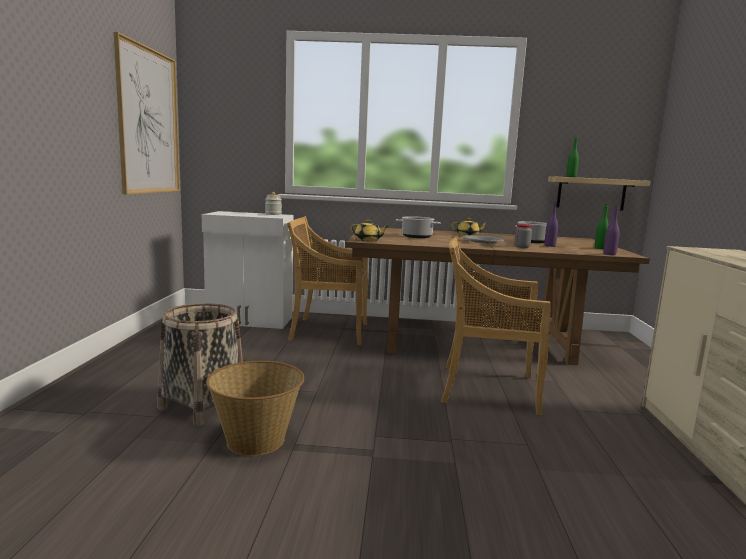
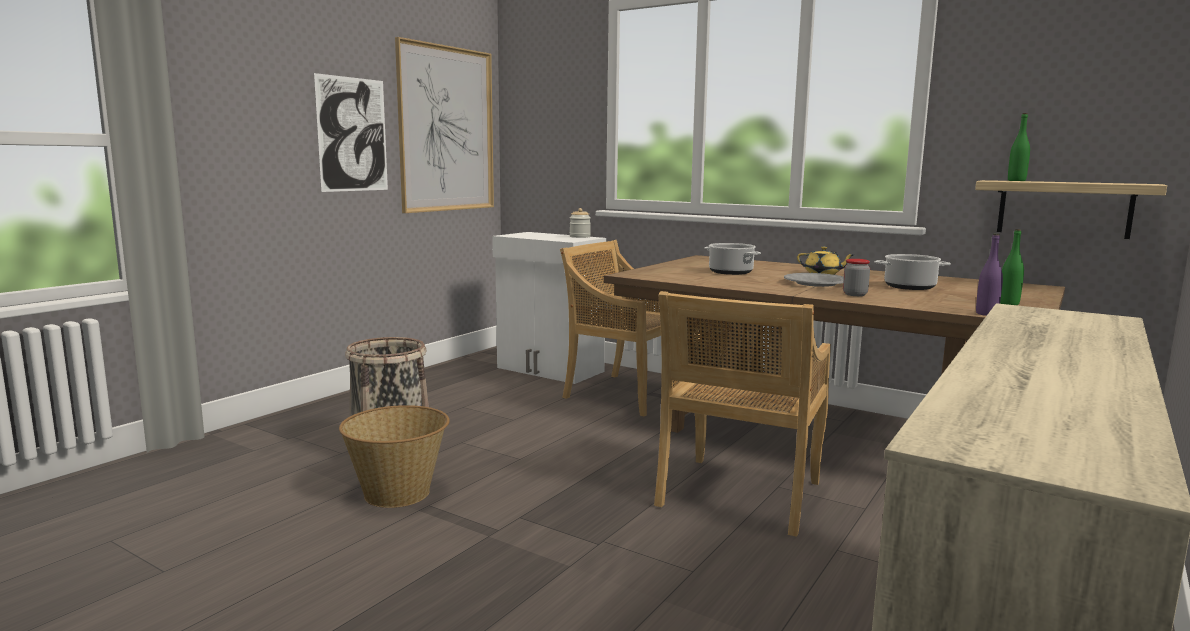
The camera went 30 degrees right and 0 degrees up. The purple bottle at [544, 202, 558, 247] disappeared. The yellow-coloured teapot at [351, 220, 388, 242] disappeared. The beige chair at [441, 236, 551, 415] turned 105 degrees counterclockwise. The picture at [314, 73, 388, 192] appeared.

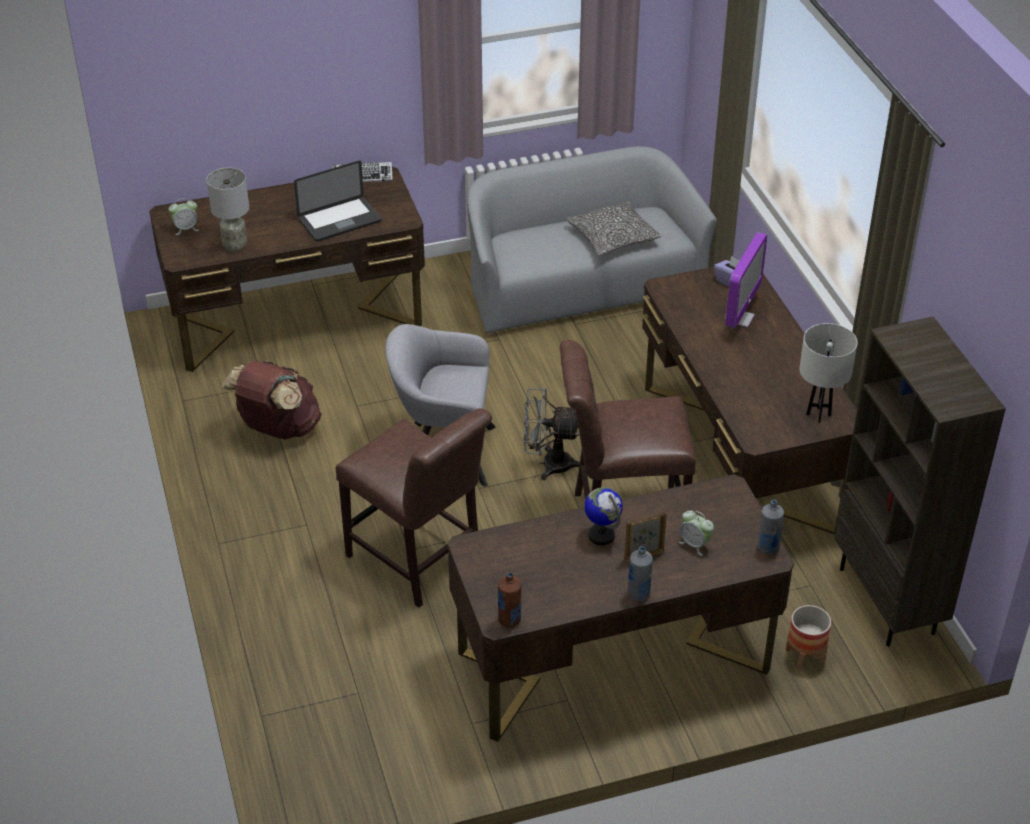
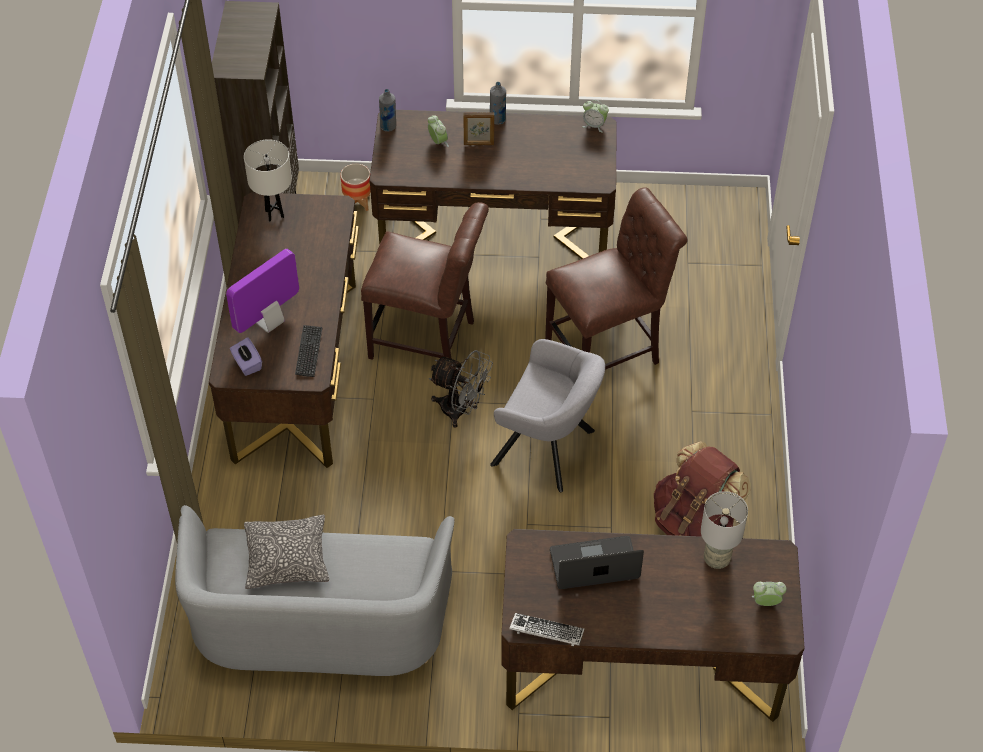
The camera went 160 degrees left and 10 degrees up. The brown-coloured chair at [336, 408, 492, 608] turned 90 degrees clockwise. The world globe at [585, 487, 623, 545] disappeared. The brown-coloured bottle at [498, 572, 521, 628] was replaced by the table clock at [582, 100, 609, 133]. The keyboard at [295, 325, 322, 377] appeared.

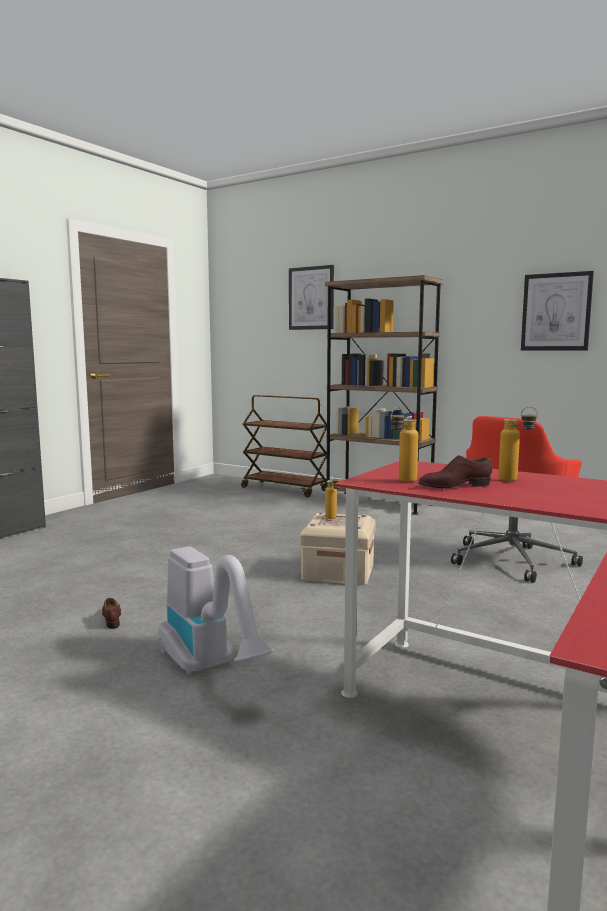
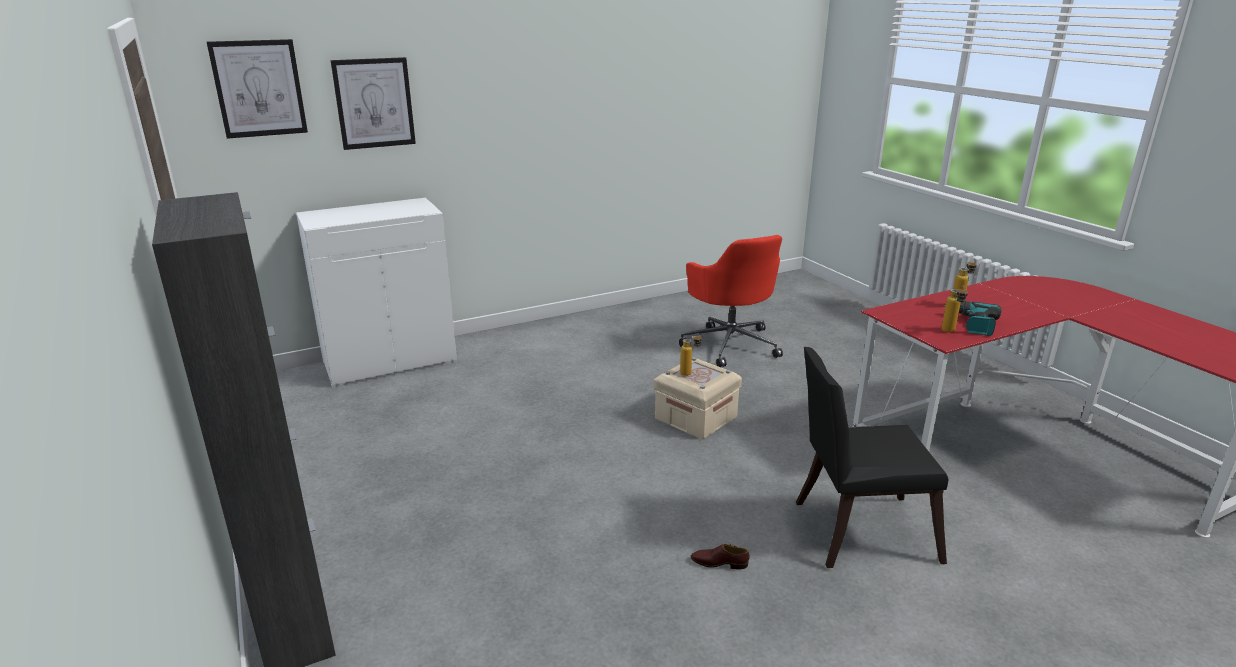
The camera went 60 degrees left and 15 degrees up. The picture moved from [521, 271, 594, 351] to [207, 39, 308, 139]. The brown-coloured shelving unit at [325, 275, 443, 515] disappeared. The brown-coloured trolley at [241, 395, 327, 497] was replaced by the white cabinet at [296, 198, 457, 387]. The brown-coloured low shoe at [418, 455, 493, 488] was replaced by the electric drill at [944, 301, 1001, 336]. The hoover at [159, 547, 274, 674] was replaced by the black chair at [796, 347, 949, 568].

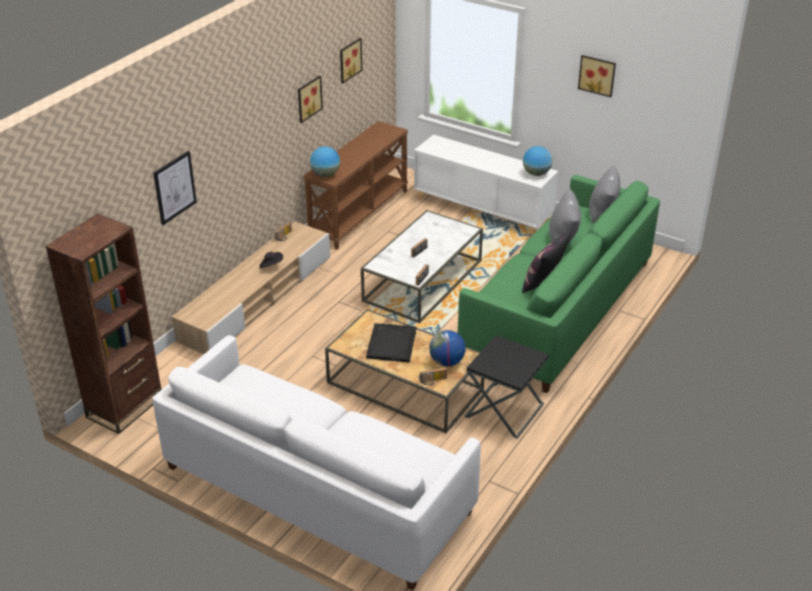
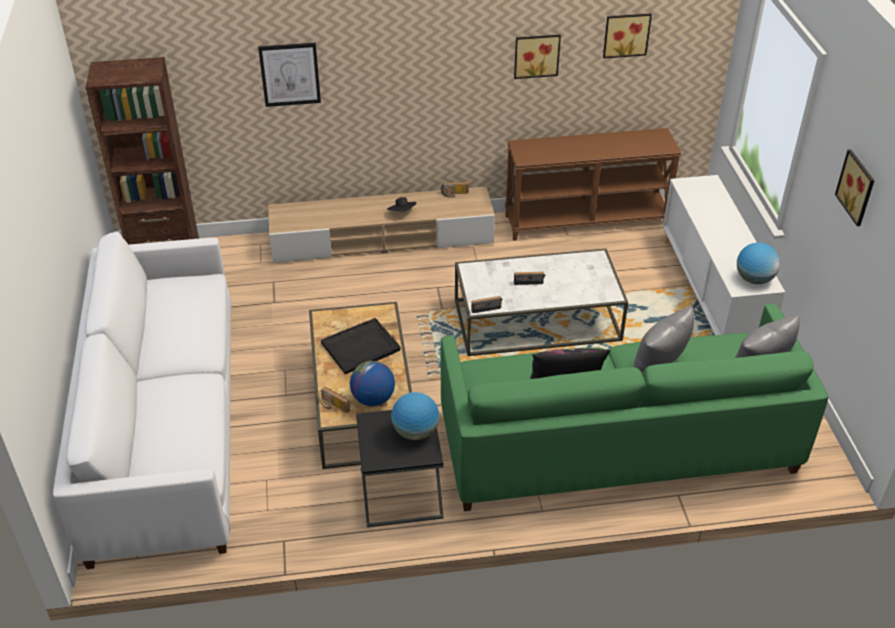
The camera went 50 degrees right and 5 degrees up. The world globe moved from [310, 146, 340, 177] to [391, 392, 439, 440].

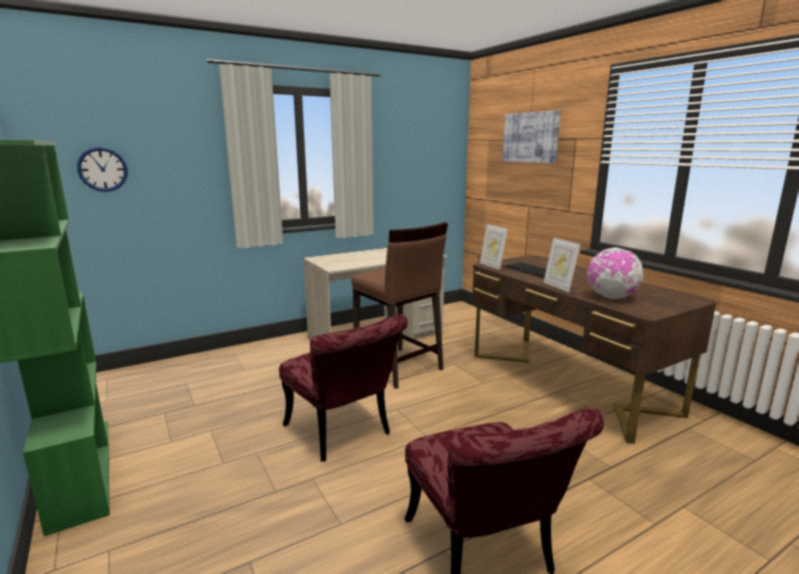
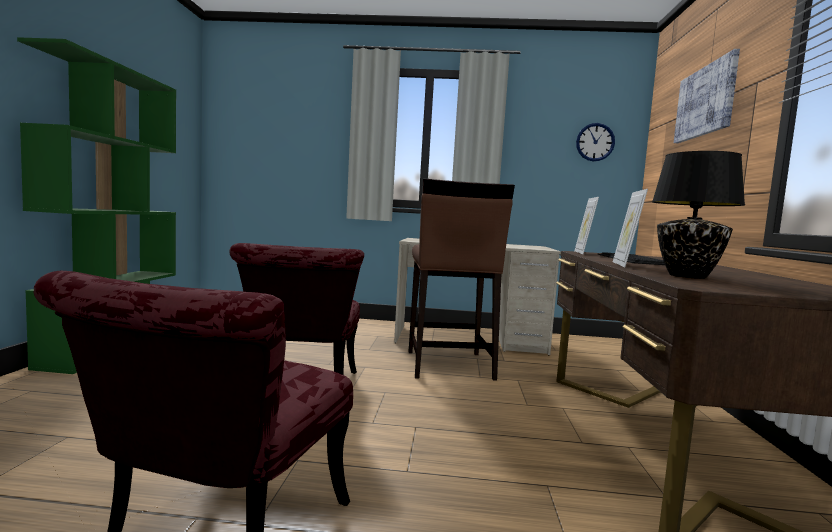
The camera went 35 degrees right and 10 degrees down. The wall clock moved from [77, 147, 128, 192] to [576, 123, 615, 162]. The world globe at [587, 247, 643, 299] was replaced by the black table lamp at [652, 151, 745, 279].

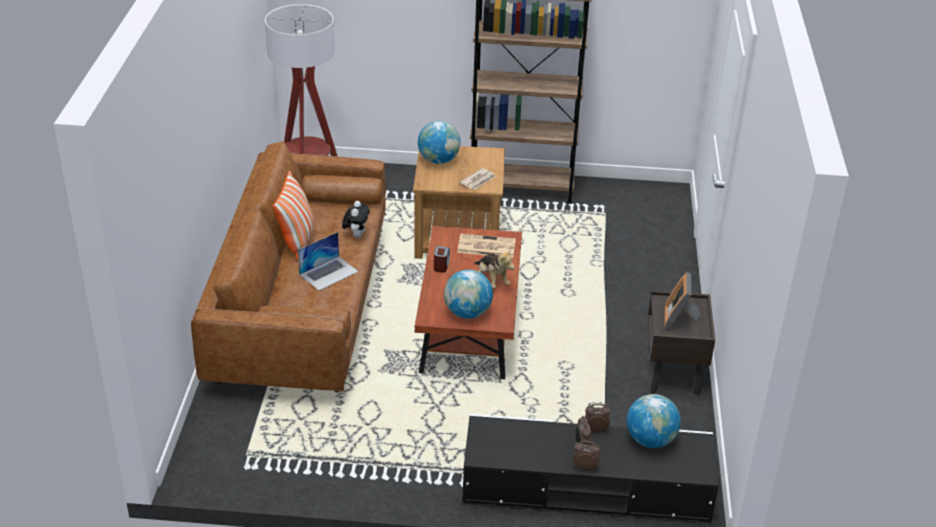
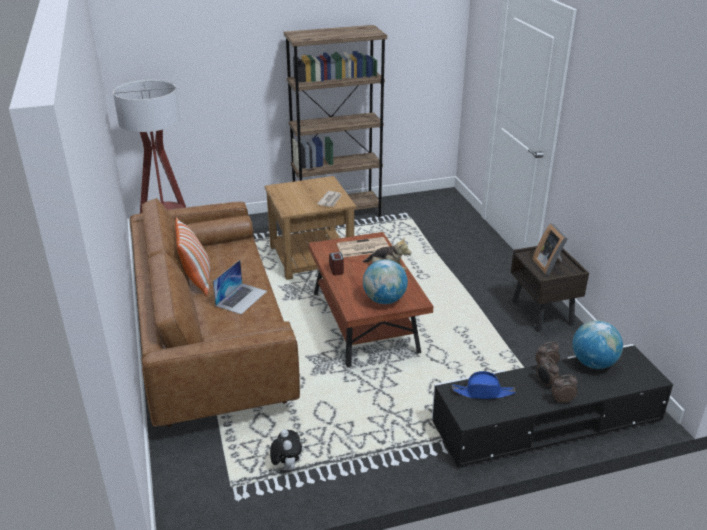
The camera went 20 degrees left and 5 degrees down. The world globe at [418, 121, 461, 164] disappeared. The cuddly toy moved from [342, 201, 370, 238] to [270, 429, 302, 470]. The blue-coloured clothing hat at [452, 371, 516, 399] appeared.

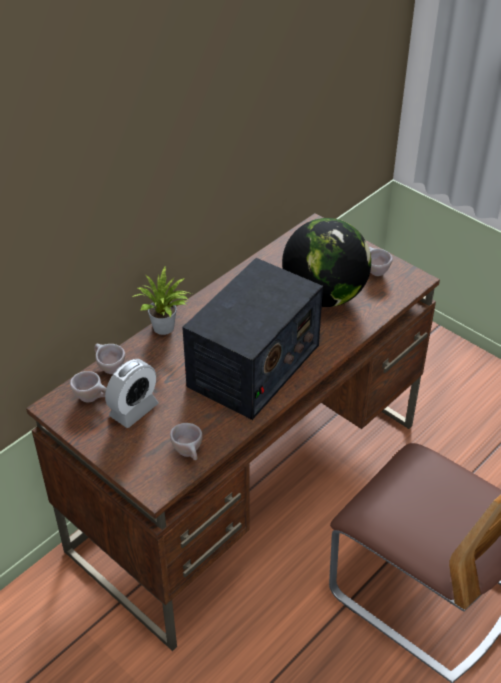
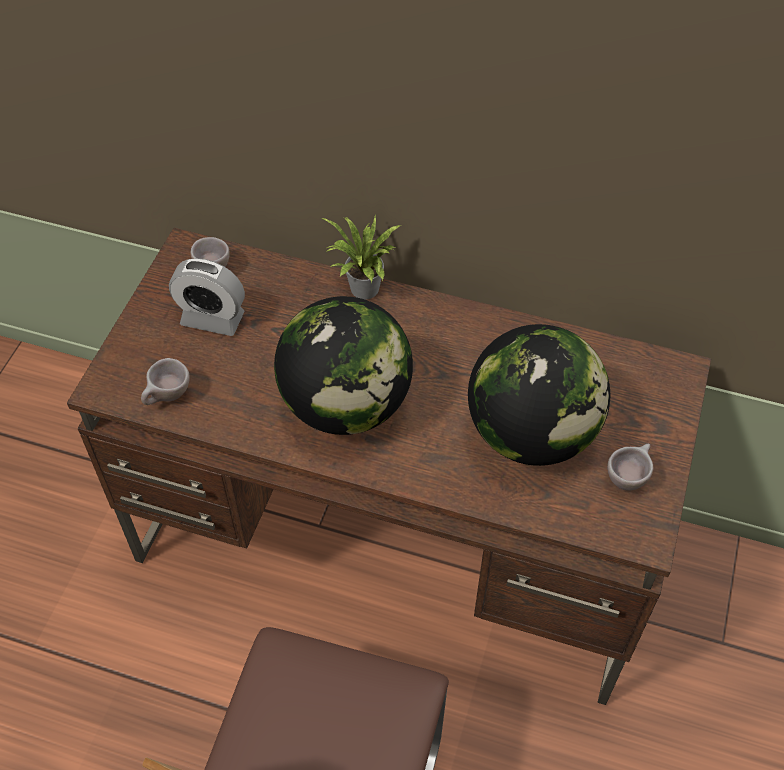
The camera went 65 degrees right and 10 degrees up. The radio set at [182, 258, 323, 420] was replaced by the world globe at [274, 296, 413, 435]. The beige cup at [94, 343, 125, 374] disappeared.

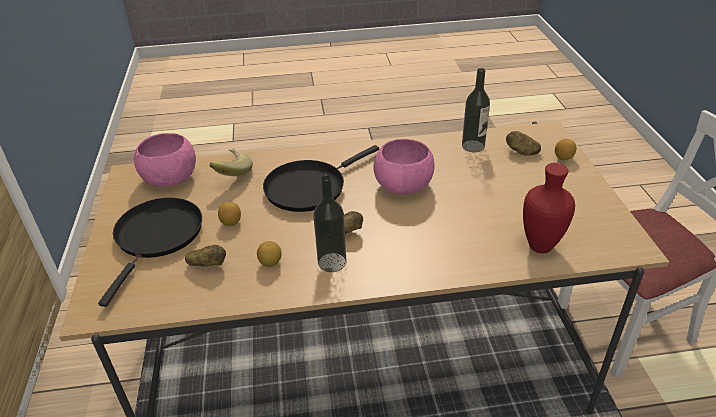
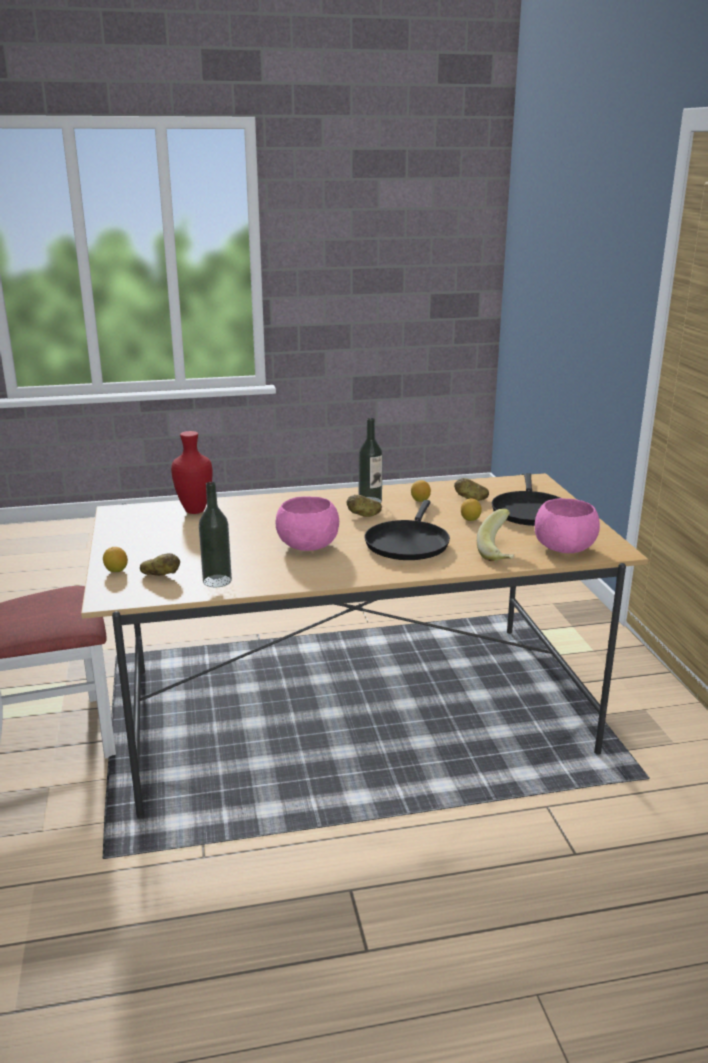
The camera went 175 degrees right and 15 degrees down. The black pan at [263, 145, 379, 212] turned 150 degrees clockwise.

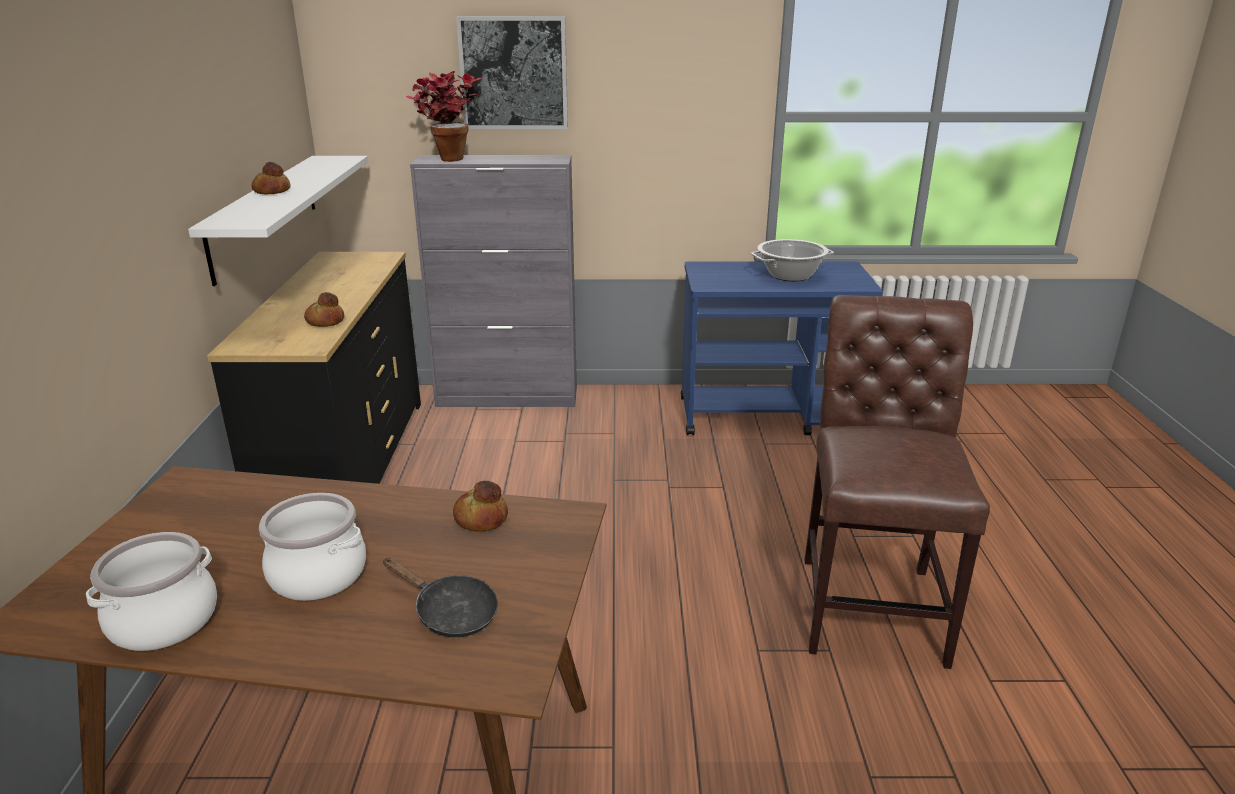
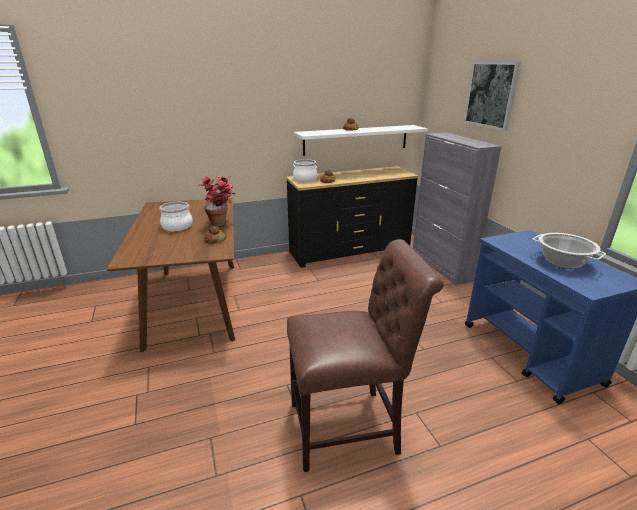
The camera went 70 degrees right and 0 degrees up. The plant in a pot moved from [406, 71, 482, 162] to [198, 175, 235, 227]. The saucepot moved from [86, 532, 217, 651] to [293, 159, 317, 182]. The black pan at [382, 557, 498, 637] disappeared.

